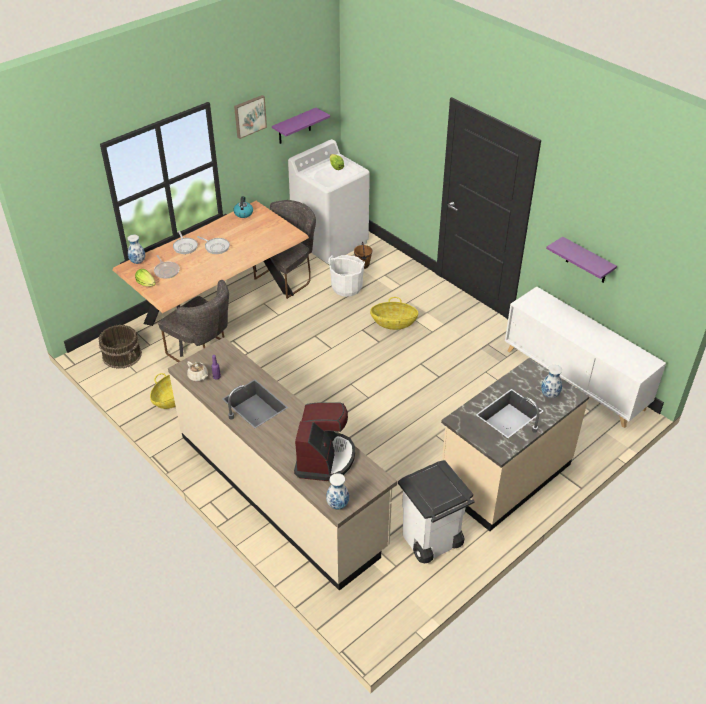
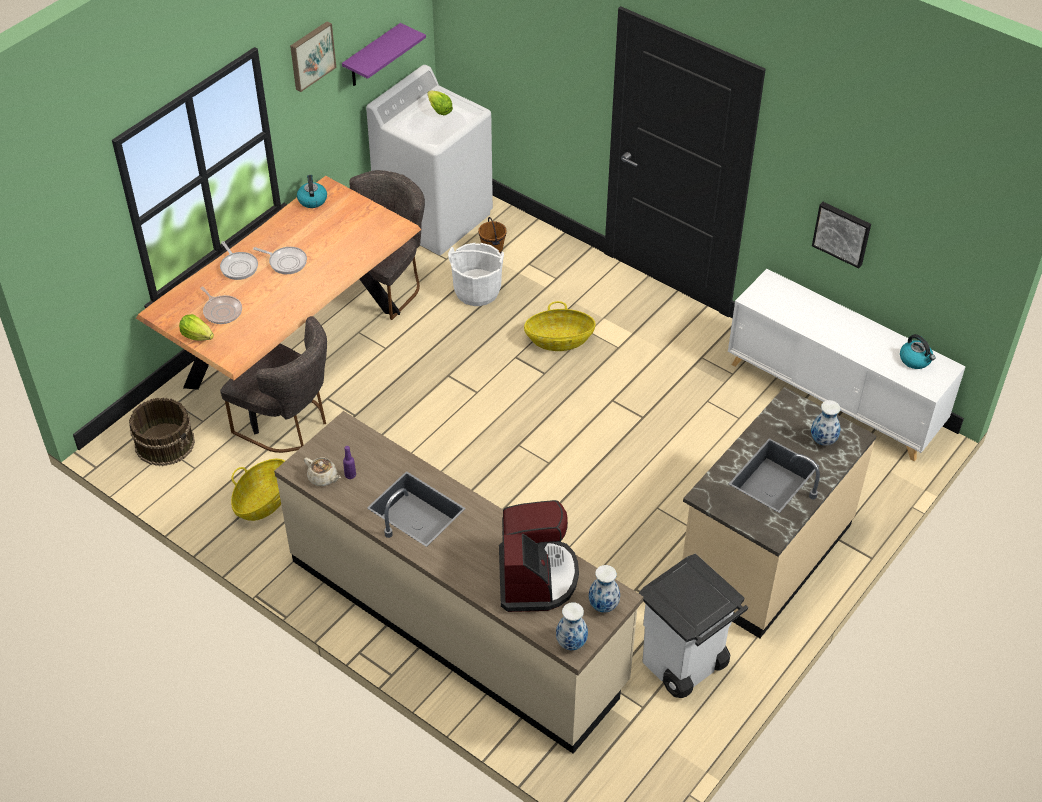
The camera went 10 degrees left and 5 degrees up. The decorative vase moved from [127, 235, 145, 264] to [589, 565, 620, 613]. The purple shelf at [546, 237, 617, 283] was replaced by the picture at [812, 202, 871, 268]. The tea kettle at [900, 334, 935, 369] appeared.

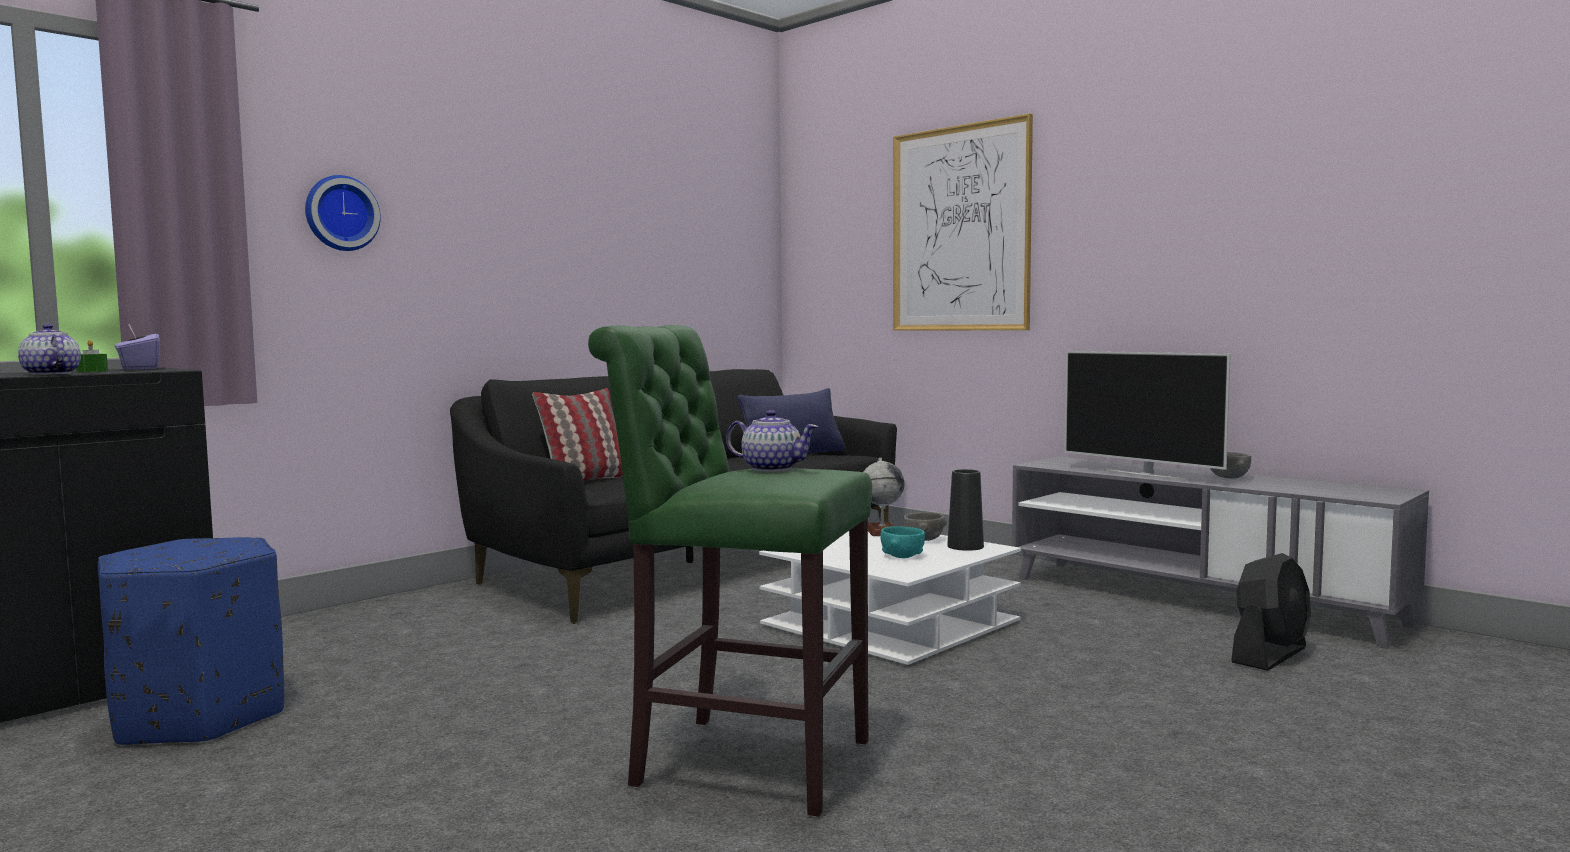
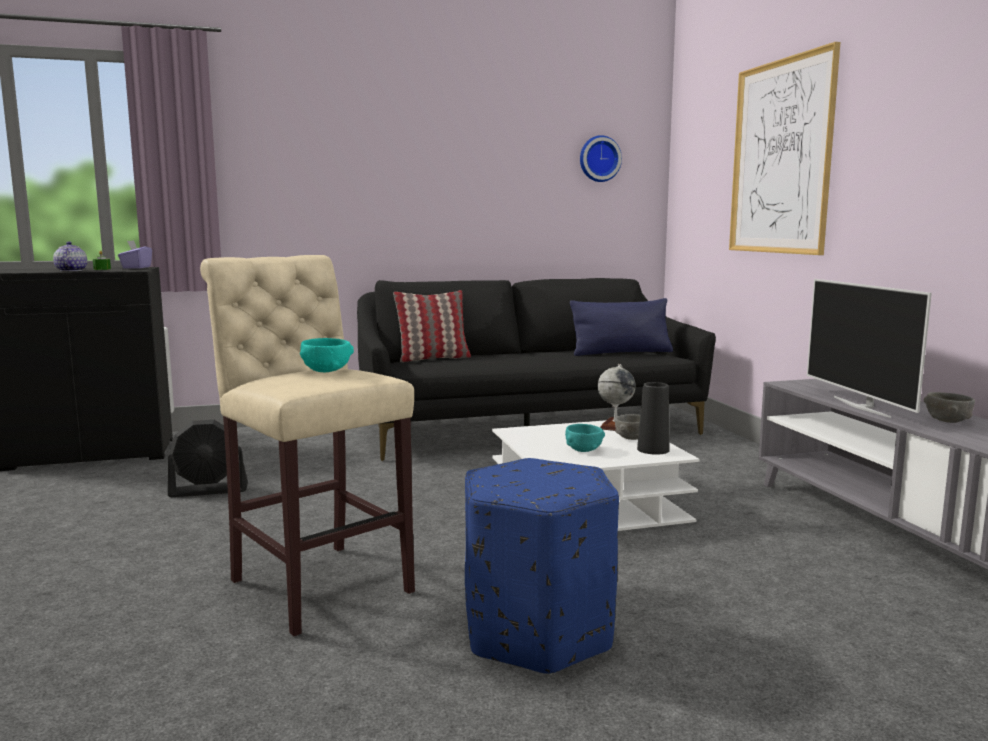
The camera went 30 degrees right and 5 degrees up. The wall clock moved from [305, 175, 381, 251] to [580, 135, 622, 182]. The green-coloured stool seat at [588, 325, 872, 817] became the beige stool seat at [200, 255, 415, 636]. The teapot at [726, 410, 819, 472] was replaced by the turquoise bowl at [300, 338, 354, 372]. The blue-coloured pouffe moved from [98, 537, 284, 747] to [465, 458, 619, 676]. The black electric fan moved from [1231, 553, 1311, 671] to [168, 420, 248, 497].

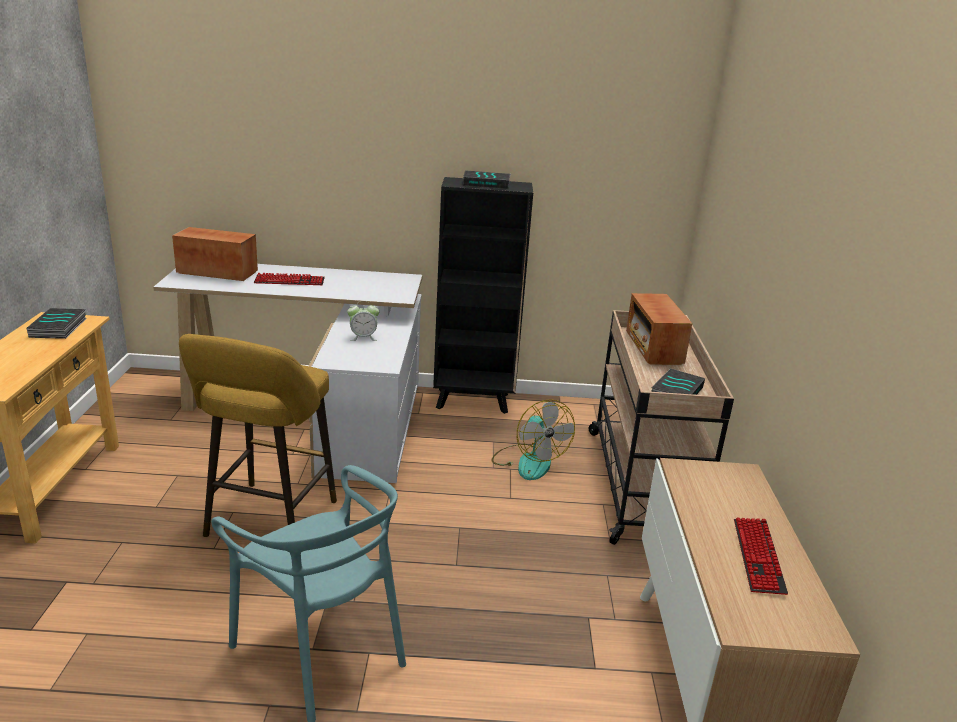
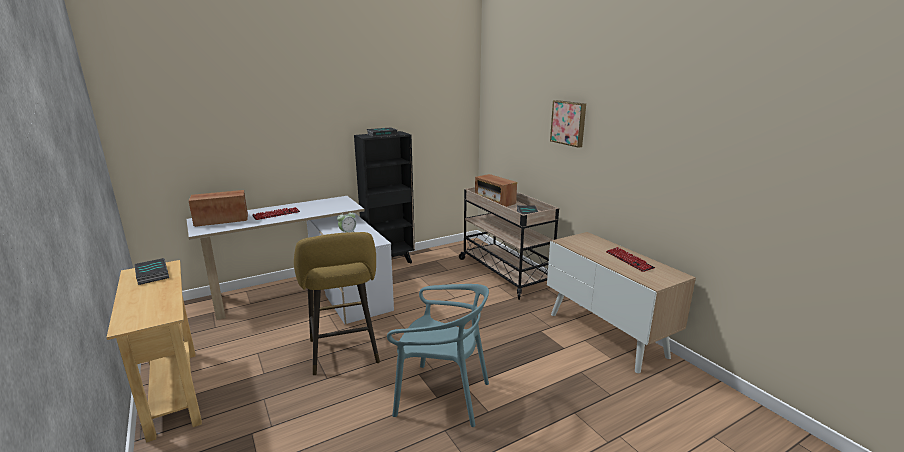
The camera went 30 degrees left and 5 degrees down. The electric fan at [491, 399, 575, 480] disappeared. The picture at [550, 100, 586, 148] appeared.

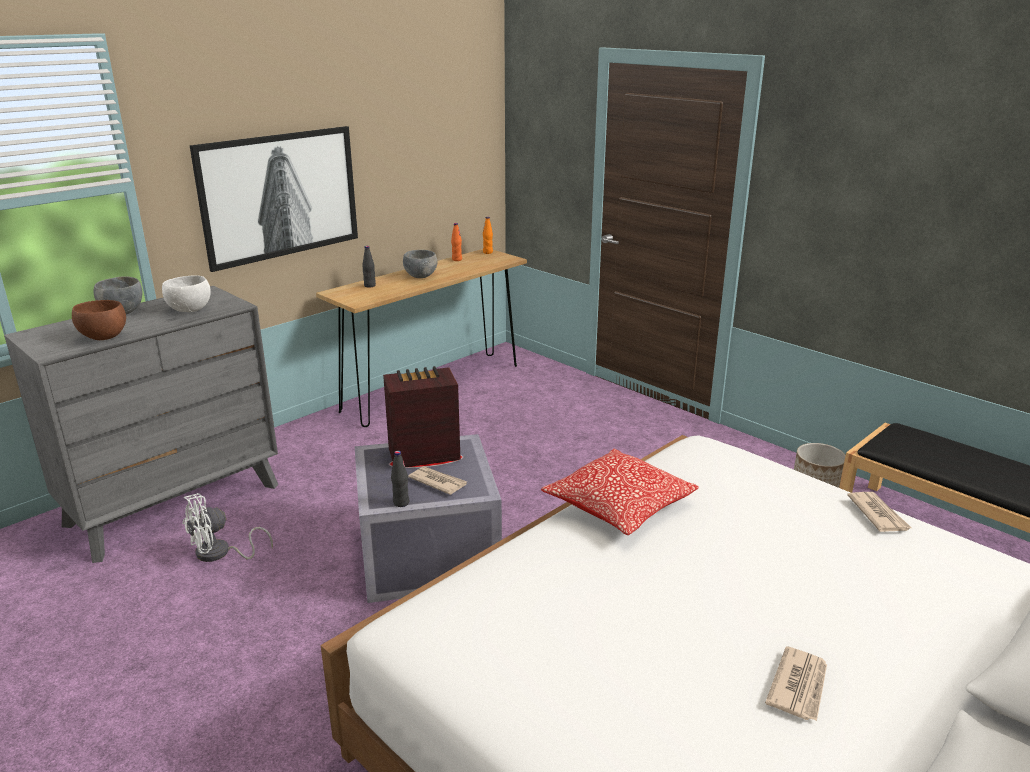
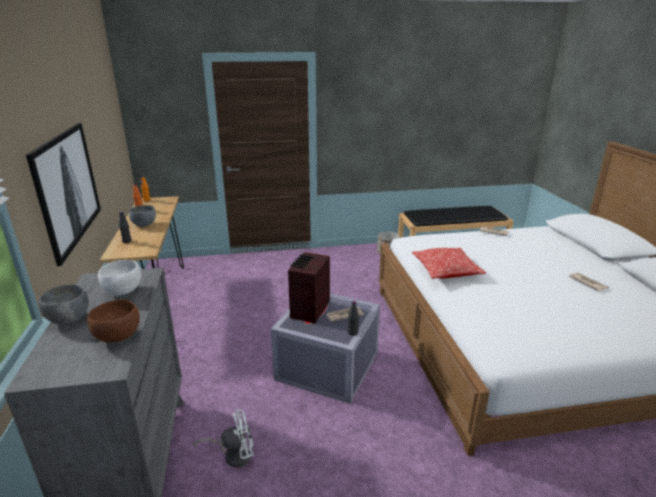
The camera went 55 degrees left and 0 degrees up. The white electric fan at [183, 493, 273, 562] turned 105 degrees counterclockwise.

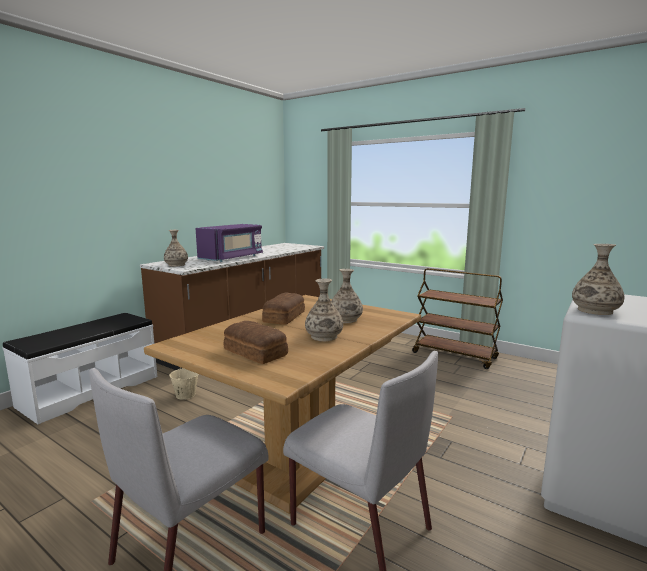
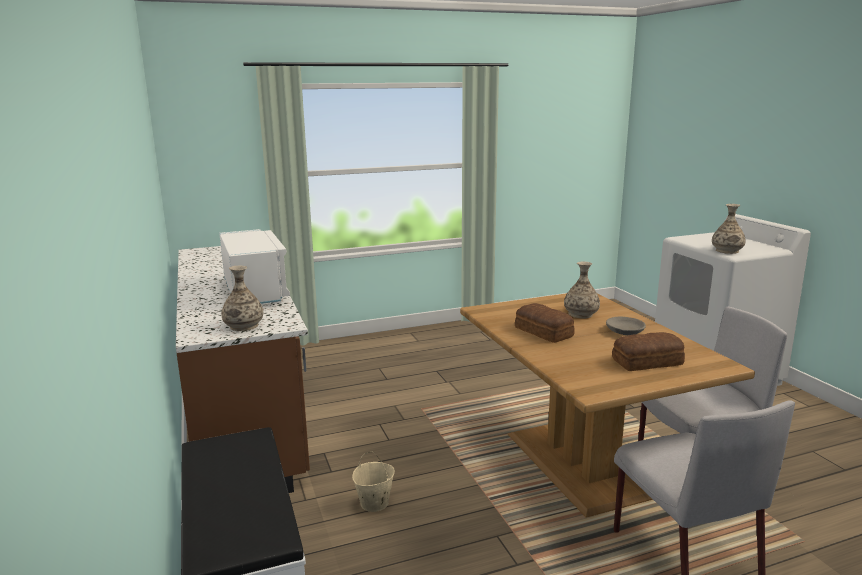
The camera went 55 degrees left and 5 degrees up. The purple kitchen microwave at [196, 224, 263, 262] became the white kitchen microwave at [219, 229, 290, 304]. The brown-coloured trolley at [412, 268, 503, 369] disappeared. The decorative vase at [305, 278, 343, 341] was replaced by the greyish bowl at [606, 317, 646, 335].

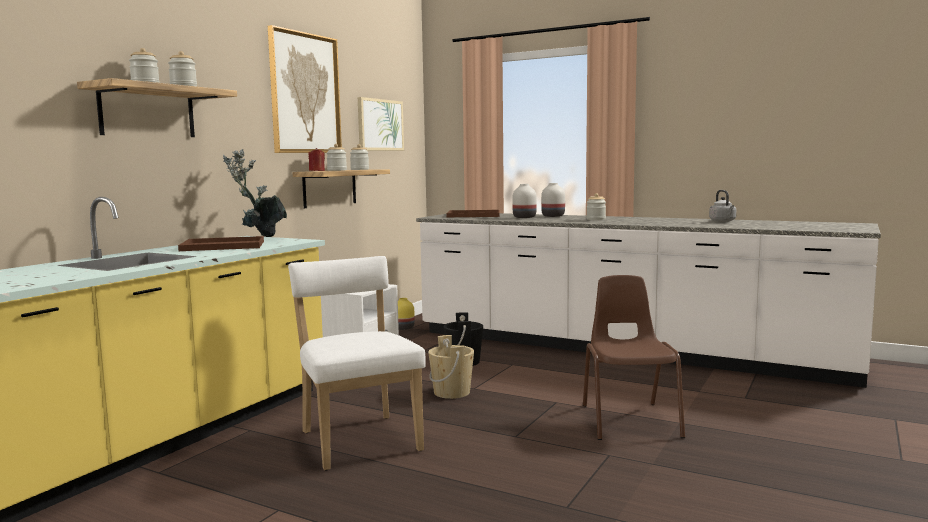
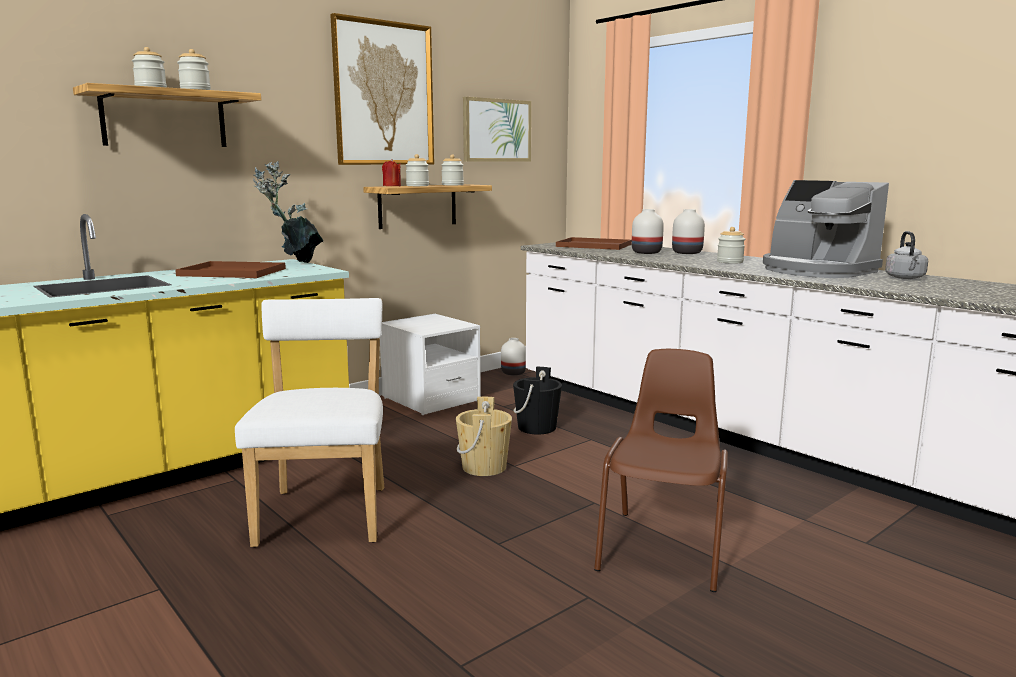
The camera went 20 degrees right and 5 degrees up. The yellow-coloured decorative vase at [398, 298, 415, 330] became the white decorative vase at [501, 338, 526, 376]. The coffee maker at [763, 180, 889, 278] appeared.

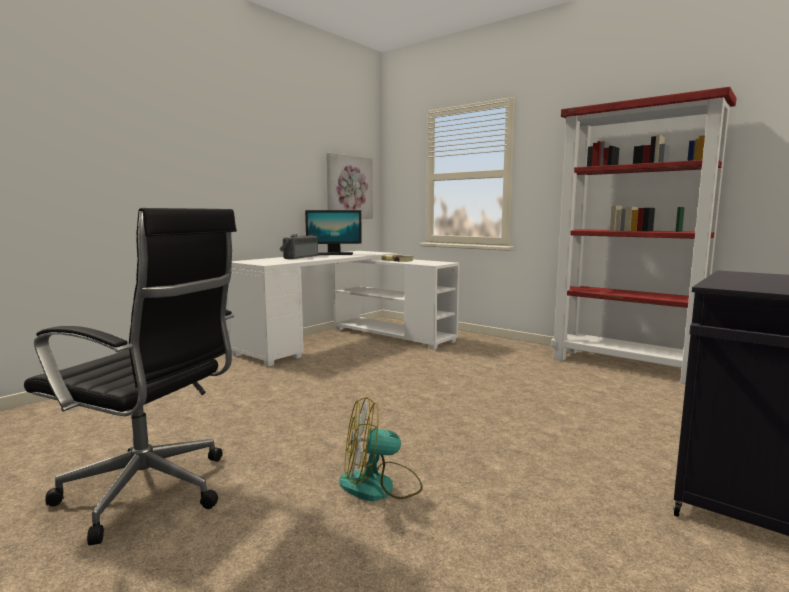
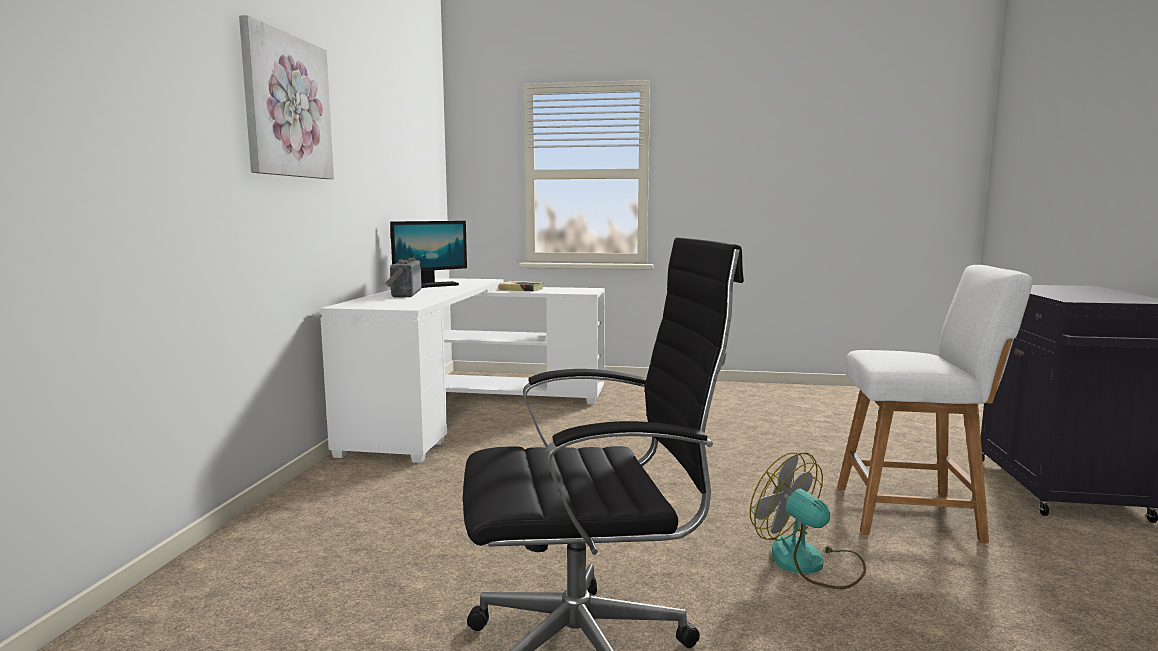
The camera went 30 degrees left and 0 degrees up. The reddish shelving unit at [551, 87, 736, 384] disappeared. The picture moved from [326, 153, 373, 219] to [239, 15, 334, 179]. The electric fan at [339, 397, 423, 501] turned 90 degrees clockwise. The white chair at [837, 265, 1032, 543] appeared.

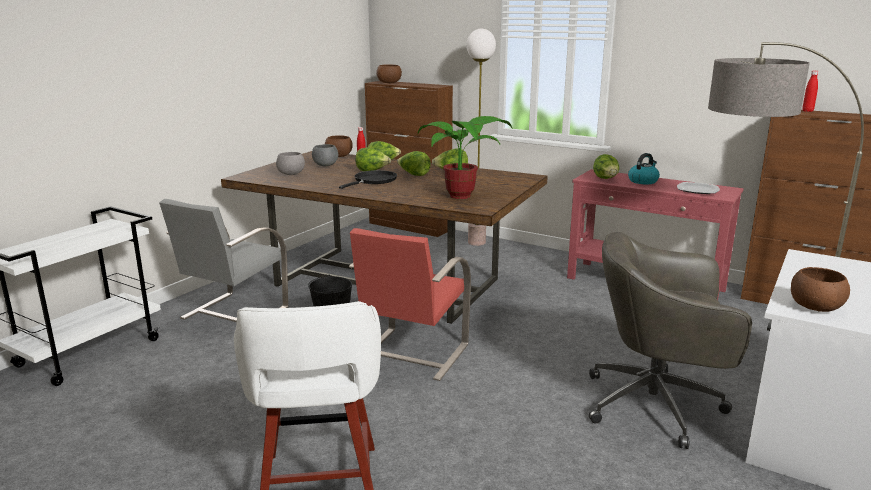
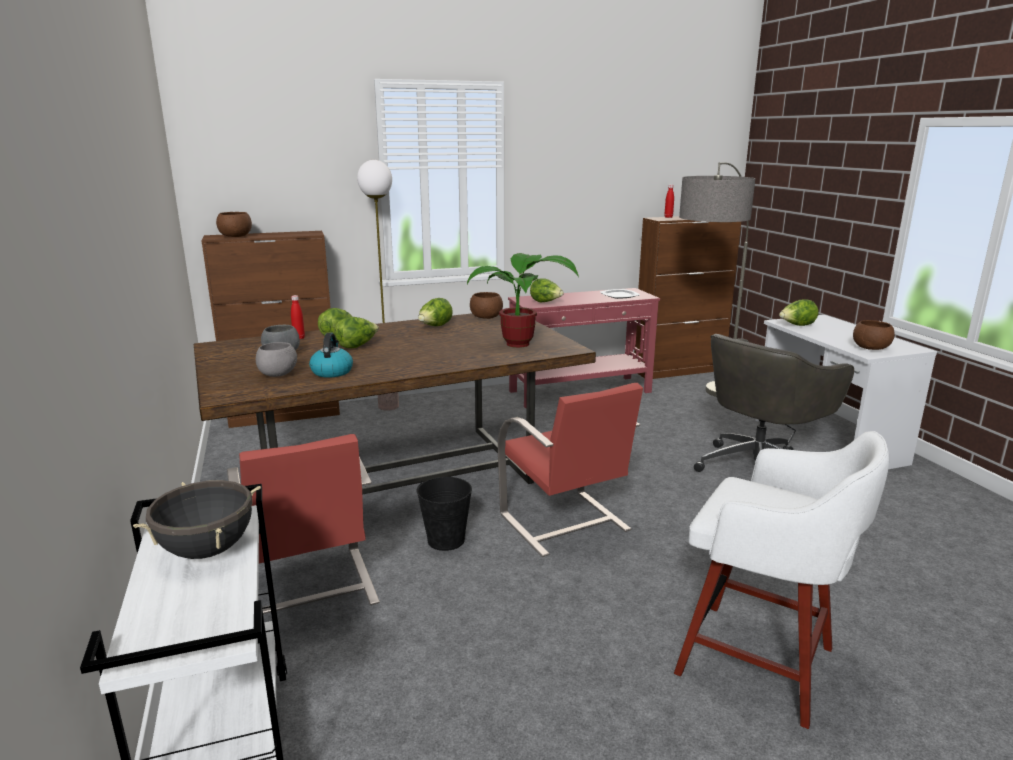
The camera went 50 degrees left and 0 degrees up. The brown-coloured bowl moved from [325, 135, 353, 157] to [470, 292, 503, 319]. The lettuce moved from [397, 151, 431, 176] to [779, 299, 818, 326]. The tea kettle moved from [628, 153, 660, 184] to [309, 333, 353, 378]. The black pan at [339, 170, 397, 189] disappeared. The greyish chair at [159, 199, 288, 322] became the reddish chair at [227, 434, 380, 614]. The black saucepot at [133, 480, 261, 559] appeared.

